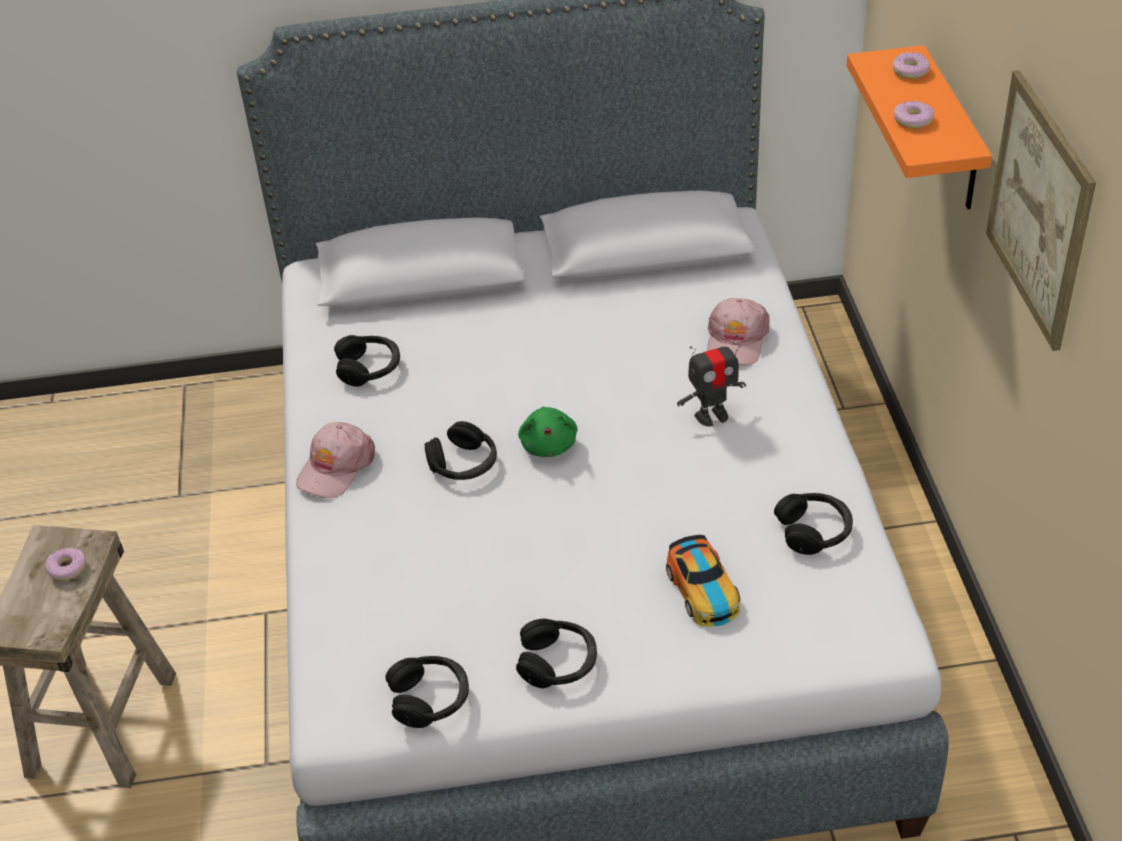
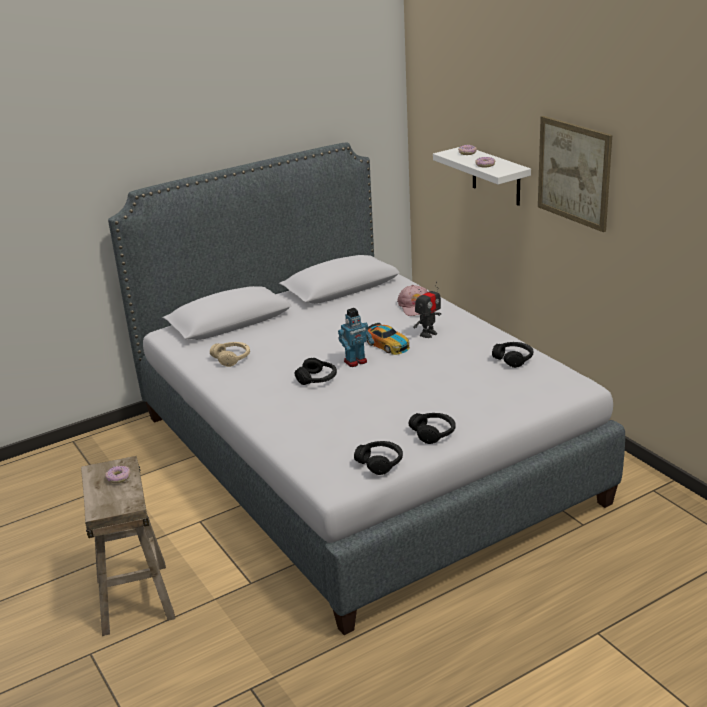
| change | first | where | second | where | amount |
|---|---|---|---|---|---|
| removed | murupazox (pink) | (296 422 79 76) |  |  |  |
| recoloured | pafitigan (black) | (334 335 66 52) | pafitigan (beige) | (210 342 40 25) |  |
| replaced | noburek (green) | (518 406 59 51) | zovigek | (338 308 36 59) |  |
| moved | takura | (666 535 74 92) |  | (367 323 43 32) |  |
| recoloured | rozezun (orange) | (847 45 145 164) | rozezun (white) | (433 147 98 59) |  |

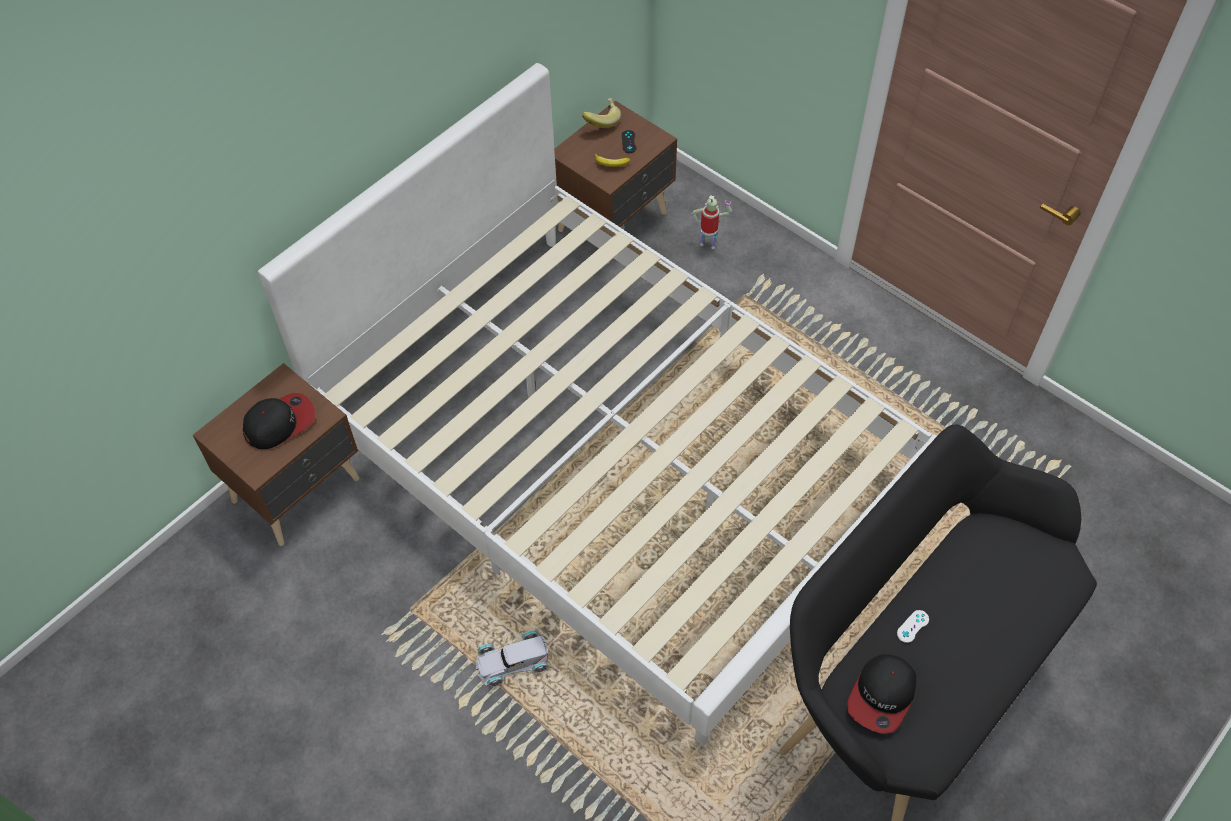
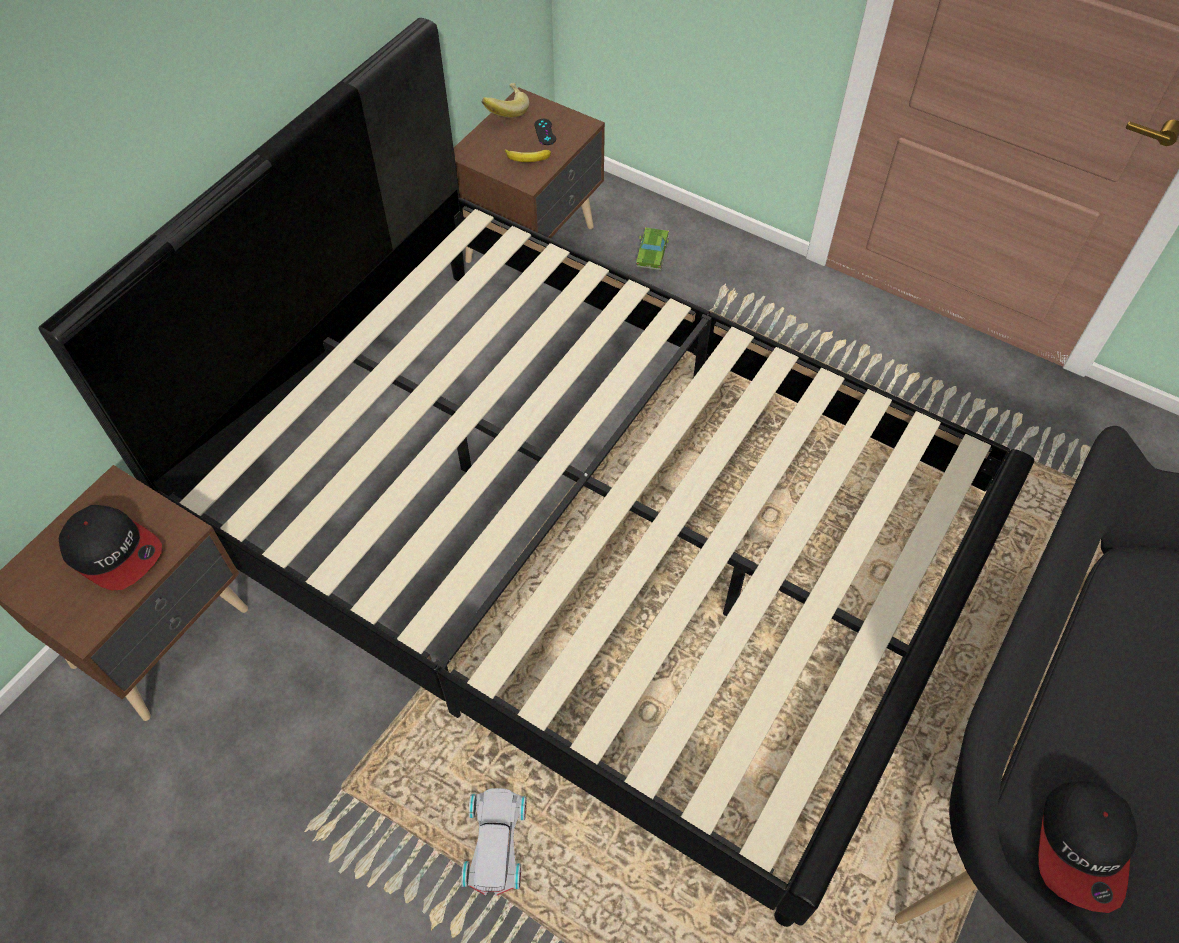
| change | first | where | second | where | amount |
|---|---|---|---|---|---|
| turned | murupazox | (243 393 72 56) |  | (59 505 103 86) | 75 degrees clockwise |
| recoloured | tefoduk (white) | (258 63 679 682) | tefoduk (black) | (38 18 996 909) |  |
| turned | takura (white) | (476 630 73 57) |  | (461 788 65 108) | 120 degrees clockwise |
| replaced | zovigek | (691 195 41 54) | takura (green) | (636 227 33 43) |  |
| removed | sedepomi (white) | (897 610 32 33) |  |  |  |

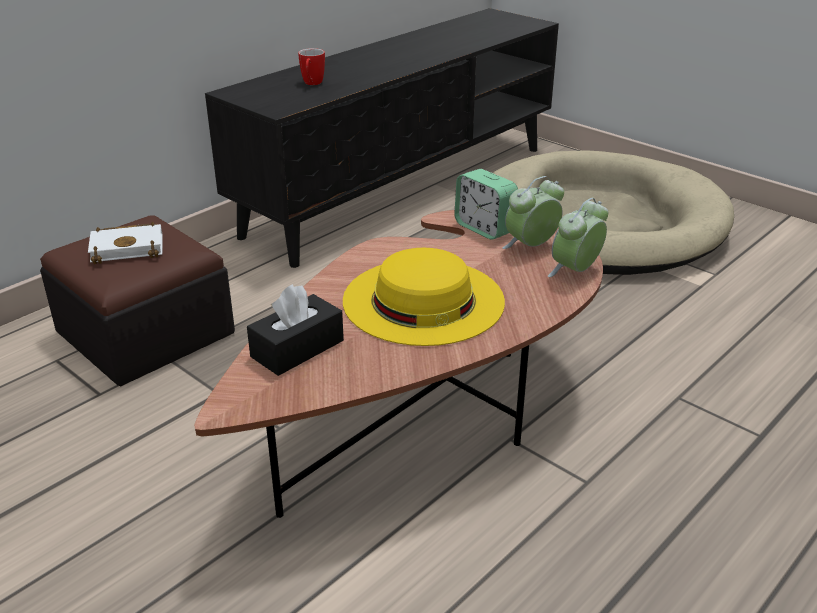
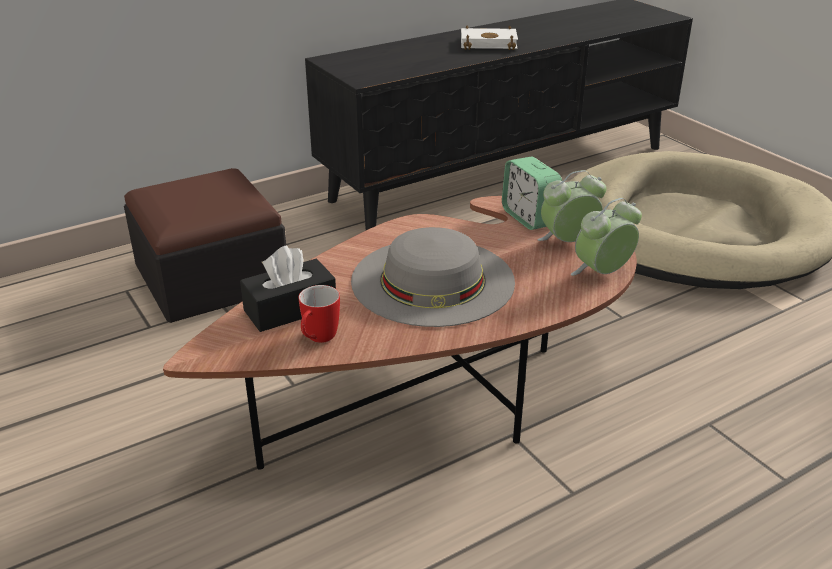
| change | first | where | second | where | amount |
|---|---|---|---|---|---|
| moved | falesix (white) | (88 222 74 42) |  | (461 25 57 25) |  |
| moved | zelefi | (298 48 27 37) |  | (298 285 42 58) |  |
| recoloured | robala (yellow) | (343 248 162 98) | robala (grey) | (351 227 164 100) |  |

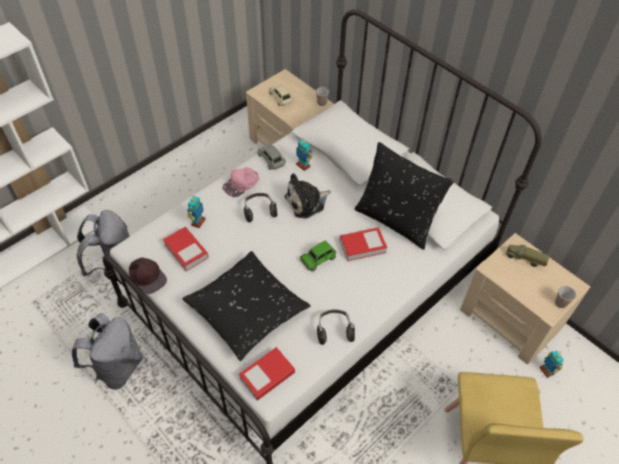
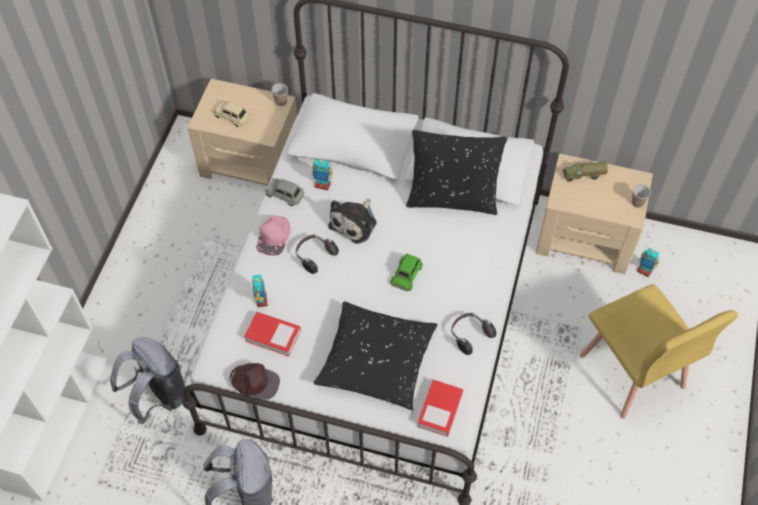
| change | first | where | second | where | amount |
|---|---|---|---|---|---|
| removed | falesix | (340 227 47 34) |  |  |  |

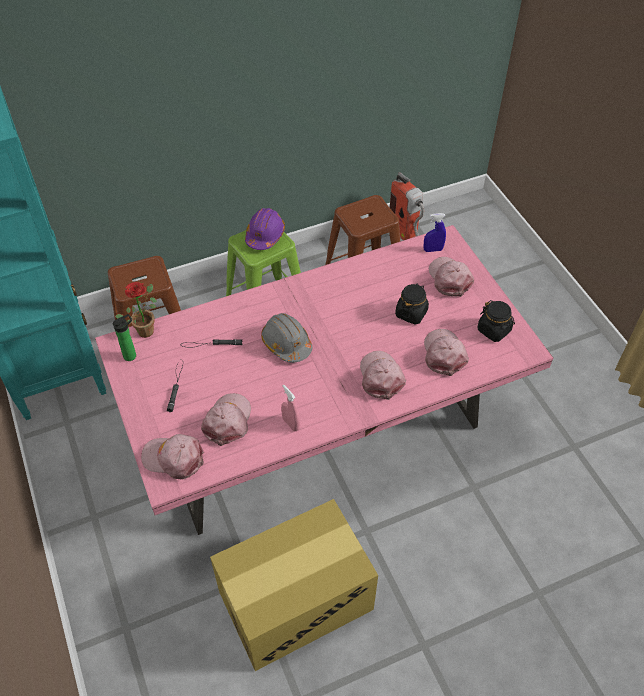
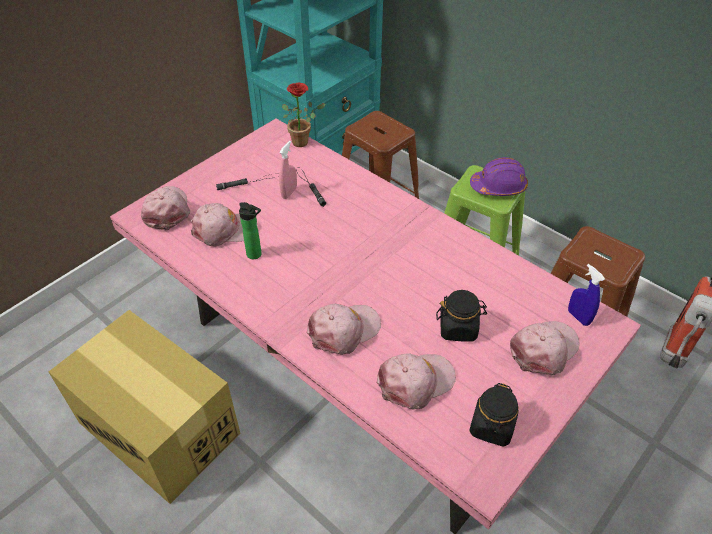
| change | first | where | second | where | amount |
|---|---|---|---|---|---|
| moved | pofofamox | (112 314 24 47) |  | (239 202 23 57) |  |
| removed | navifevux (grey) | (261 313 51 50) |  |  |  |
| moved | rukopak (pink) | (281 385 19 46) |  | (279 141 18 58) |  |

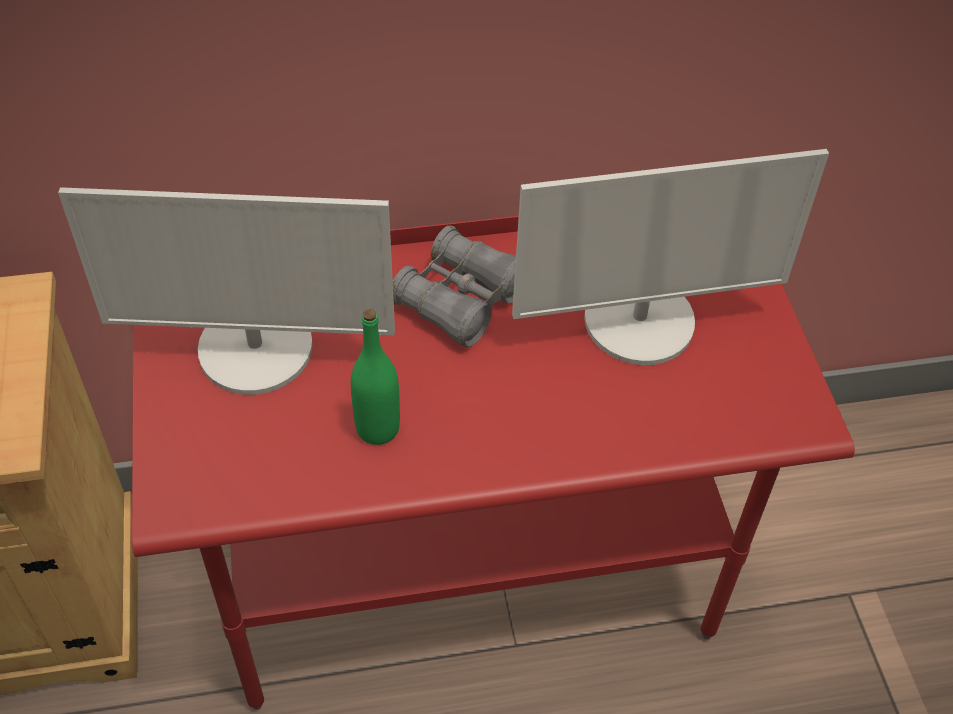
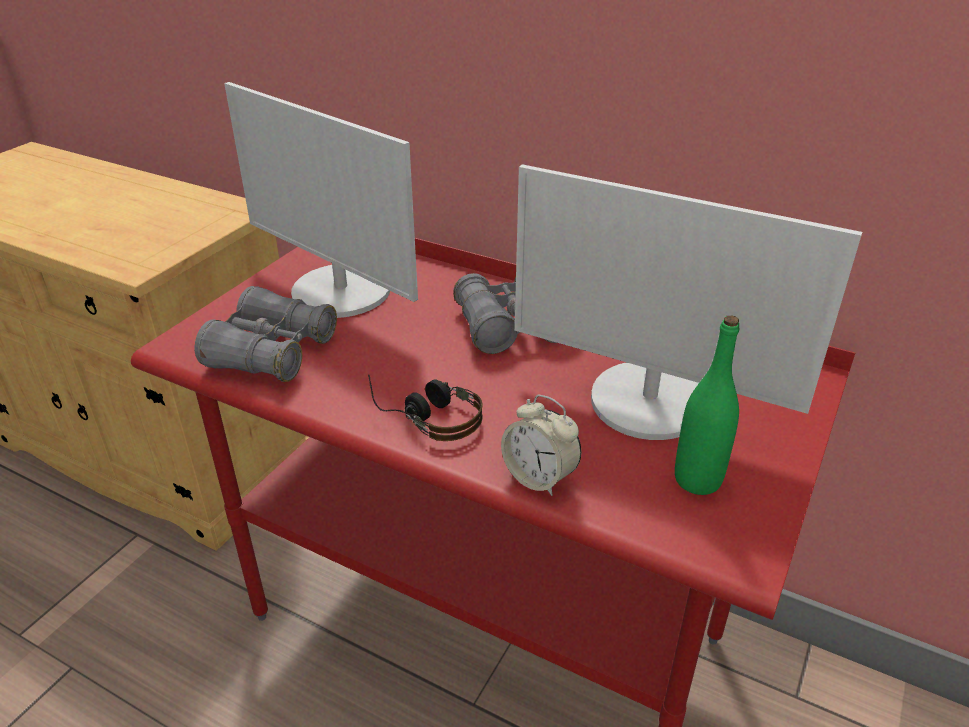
| change | first | where | second | where | amount |
|---|---|---|---|---|---|
| moved | pofofamox (green) | (351 309 49 136) |  | (675 315 65 180) |  |
| added |  |  | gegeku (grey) | (195 286 142 96) |  |
| added |  |  | pafitigan | (368 374 115 67) |  |
| added |  |  | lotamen | (501 395 80 101) |  |

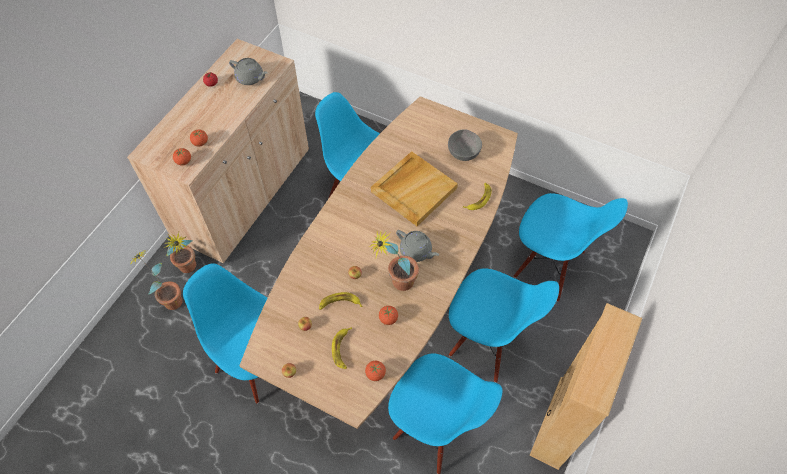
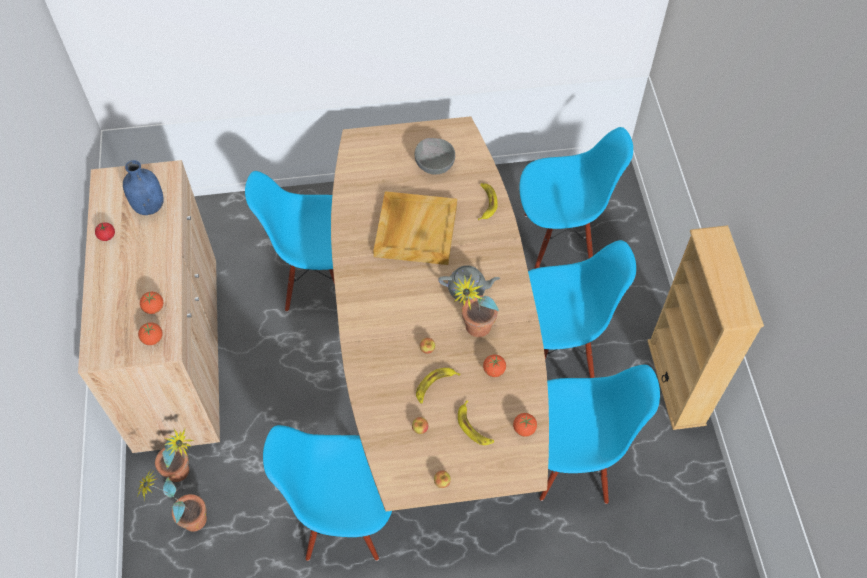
| change | first | where | second | where | amount |
|---|---|---|---|---|---|
| replaced | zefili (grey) | (229 58 39 27) | pofofamox (blue) | (123 160 41 55) |  |

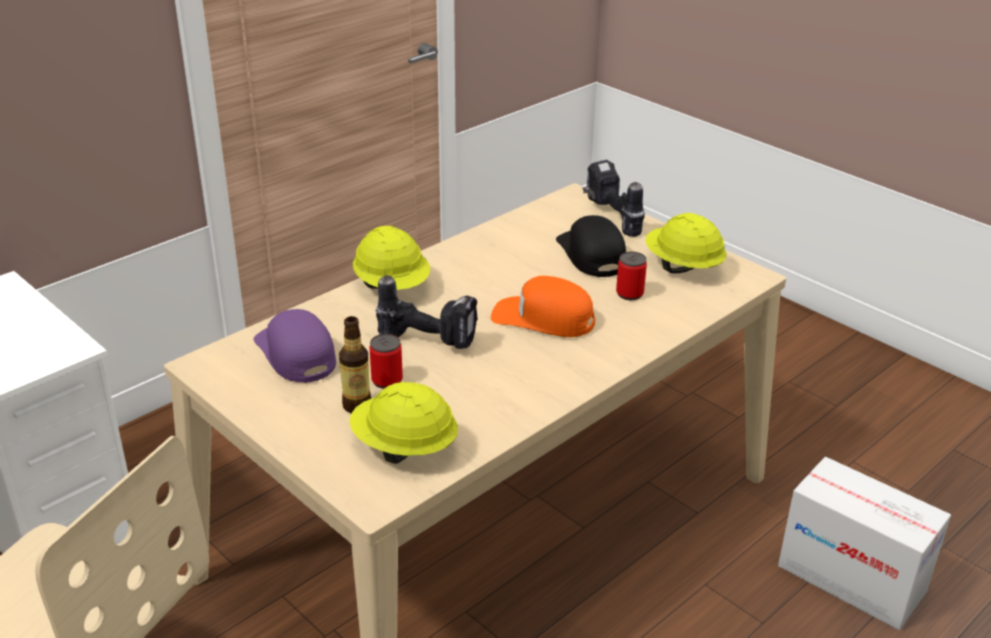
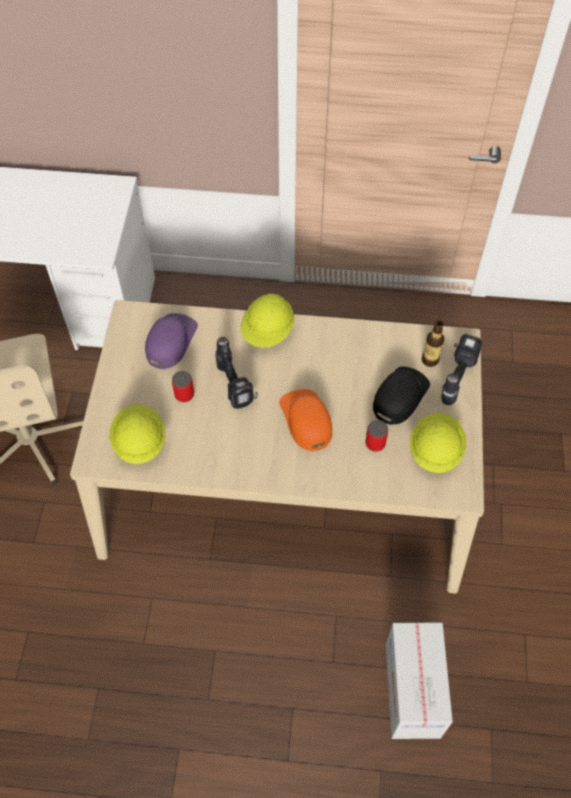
| change | first | where | second | where | amount |
|---|---|---|---|---|---|
| moved | pofofamox | (339 316 32 97) |  | (422 320 22 47) |  |

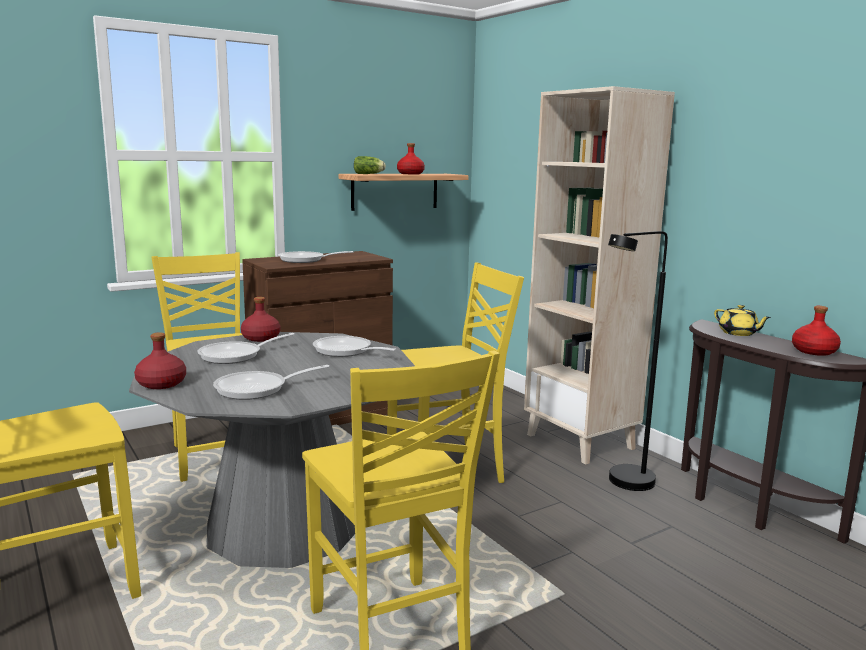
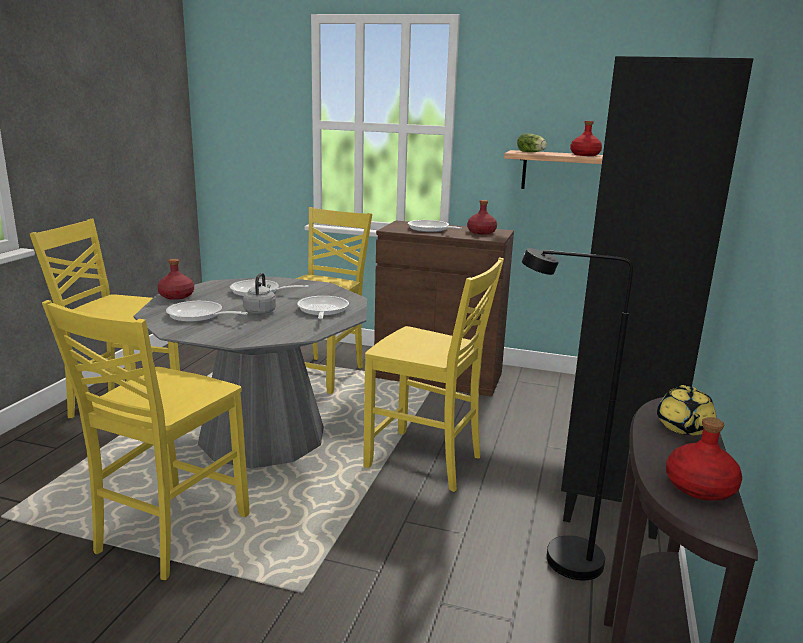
| change | first | where | second | where | amount |
|---|---|---|---|---|---|
| moved | pofofamox (red) | (241 297 39 45) |  | (467 200 30 34) |  |
| recoloured | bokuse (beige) | (524 86 151 379) | bokuse (black) | (561 56 193 483) |  |
| added |  |  | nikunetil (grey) | (243 273 33 42) |  |

